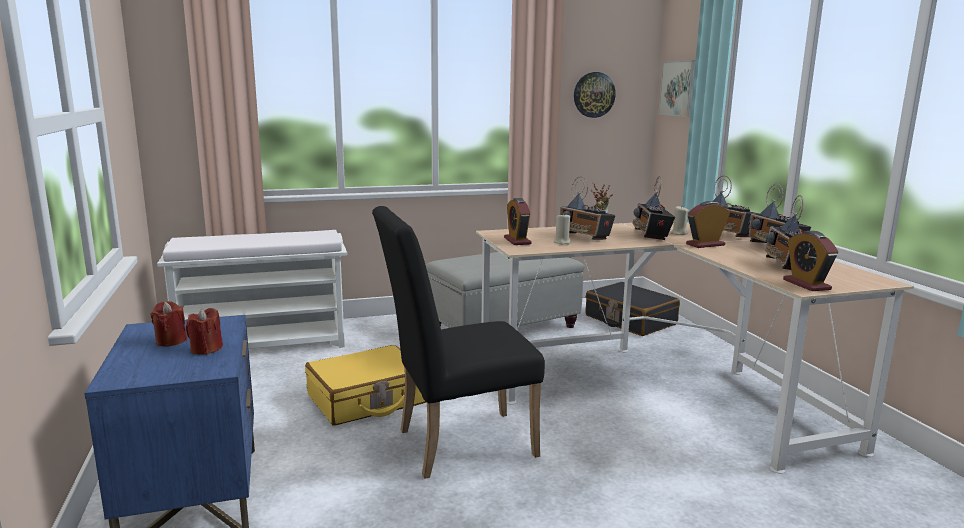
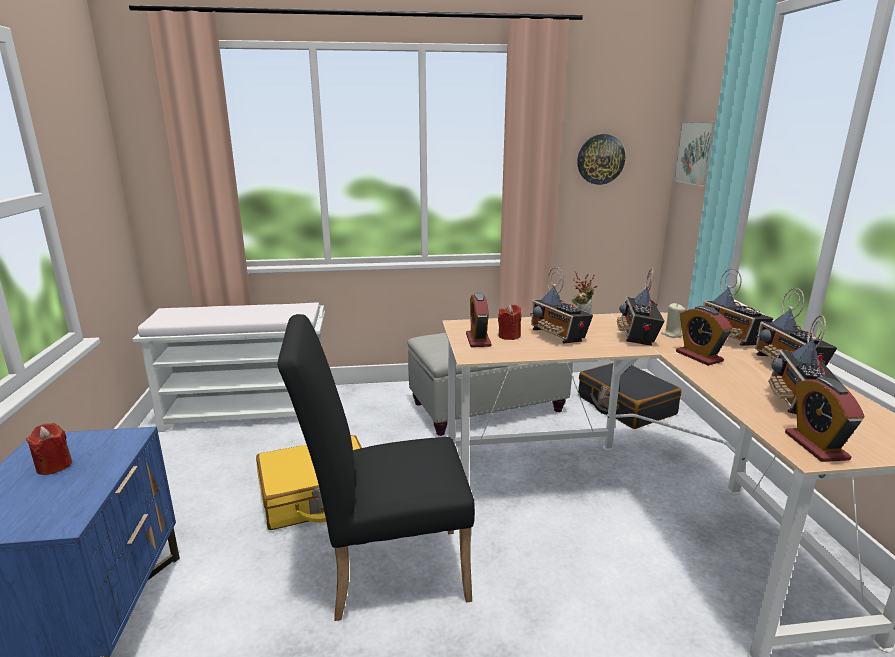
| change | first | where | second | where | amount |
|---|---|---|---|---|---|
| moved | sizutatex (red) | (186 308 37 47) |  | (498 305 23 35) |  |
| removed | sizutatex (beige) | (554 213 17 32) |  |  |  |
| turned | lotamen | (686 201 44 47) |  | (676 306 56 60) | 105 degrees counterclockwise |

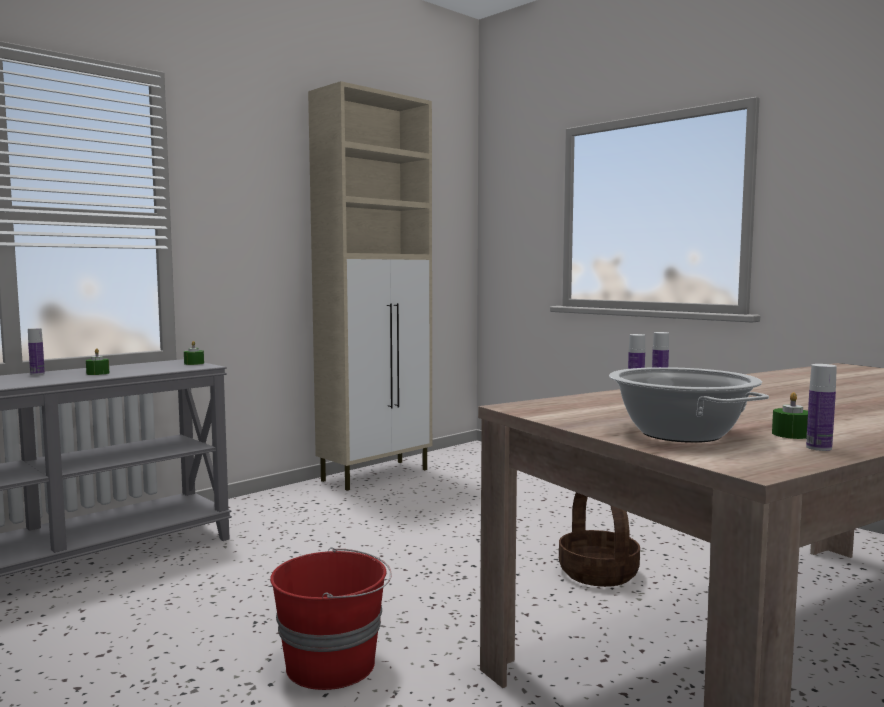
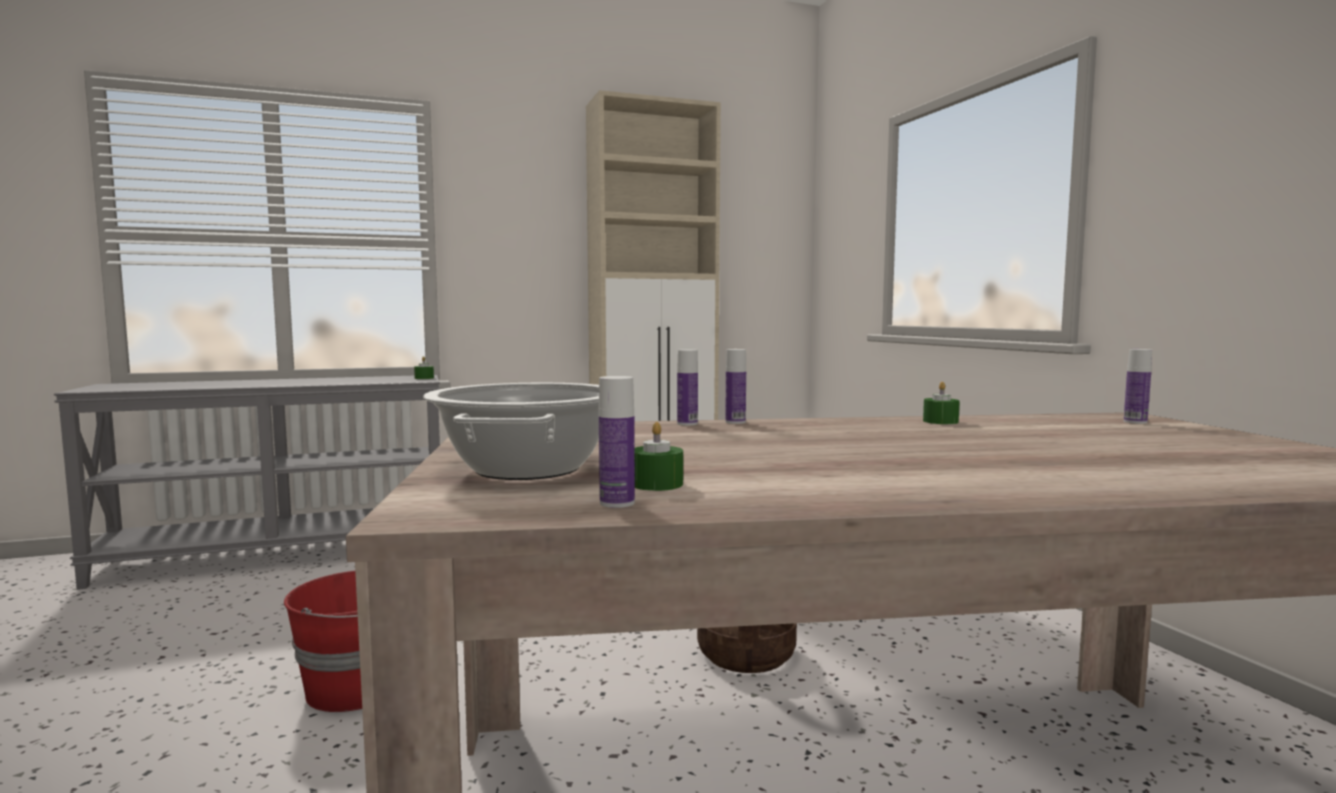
| change | first | where | second | where | amount |
|---|---|---|---|---|---|
| moved | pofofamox | (28 328 17 47) |  | (1124 349 28 75) |  |
| moved | sizutatex (green) | (86 348 23 27) |  | (923 382 37 42) |  |

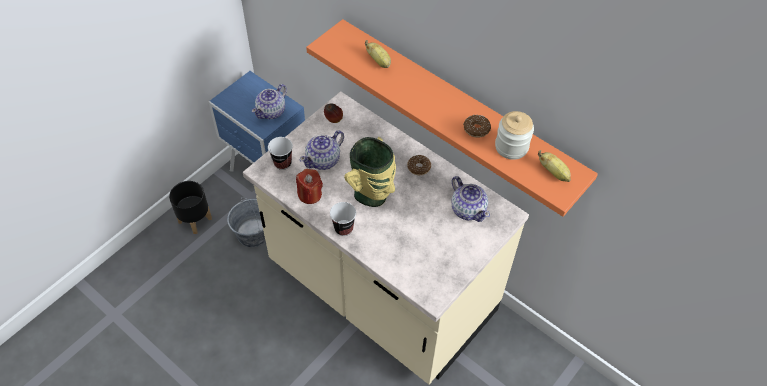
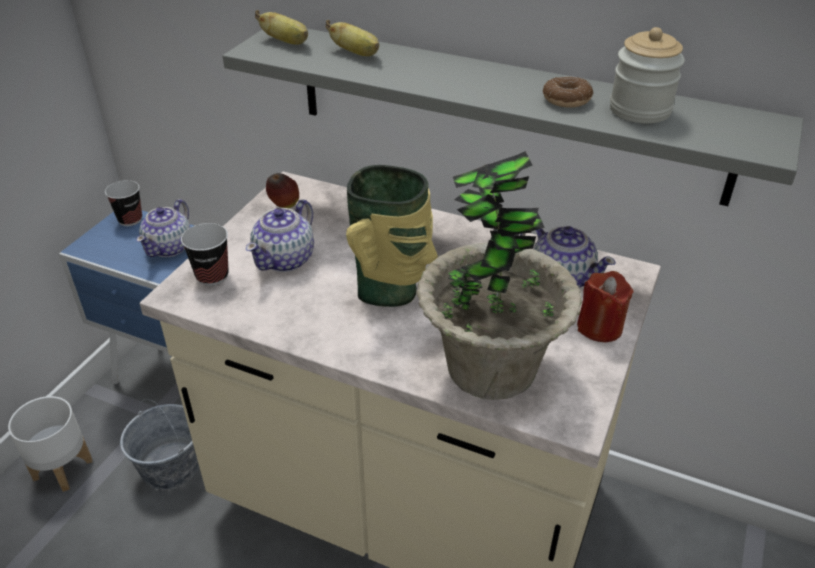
| change | first | where | second | where | amount |
|---|---|---|---|---|---|
| recoloured | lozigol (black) | (169 181 43 53) | lozigol (white) | (8 396 85 96) |  |
| moved | sizutatex (red) | (296 169 27 35) |  | (577 271 57 71) |  |
| recoloured | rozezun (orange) | (306 19 292 198) | rozezun (grey) | (223 29 580 177) |  |
| moved | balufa | (330 202 26 34) |  | (105 180 37 46) |  |
| removed | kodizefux | (407 155 24 20) |  |  |  |
| moved | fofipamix | (538 150 33 32) |  | (255 10 53 35) |  |
| added |  |  | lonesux | (417 151 165 249) |  |

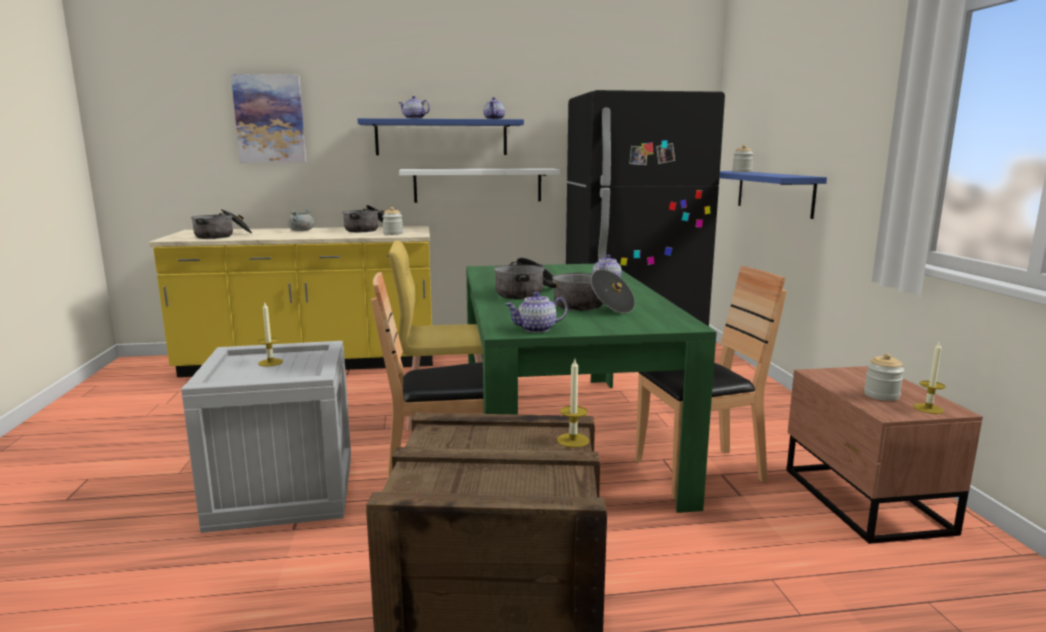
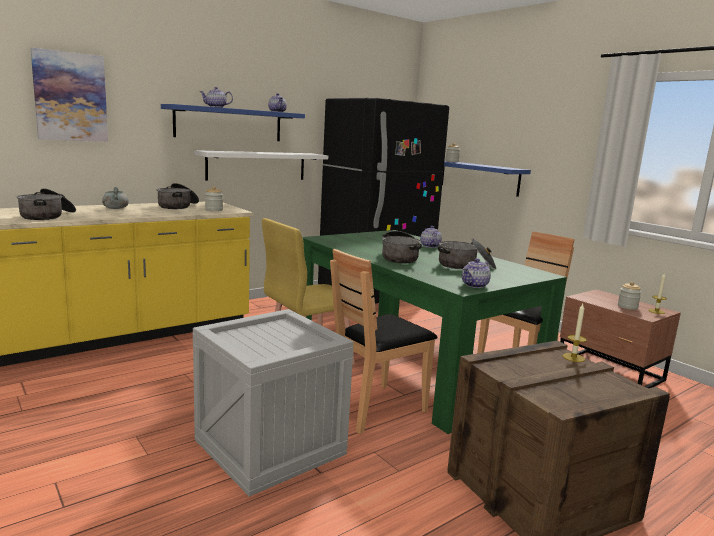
| change | first | where | second | where | amount |
|---|---|---|---|---|---|
| removed | sizutatex | (258 303 25 63) |  |  |  |

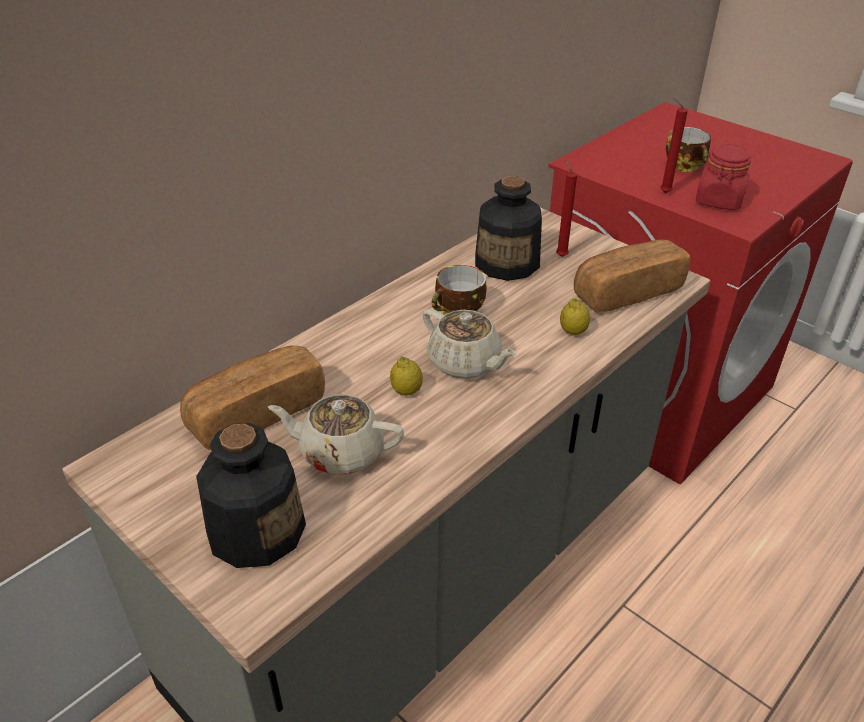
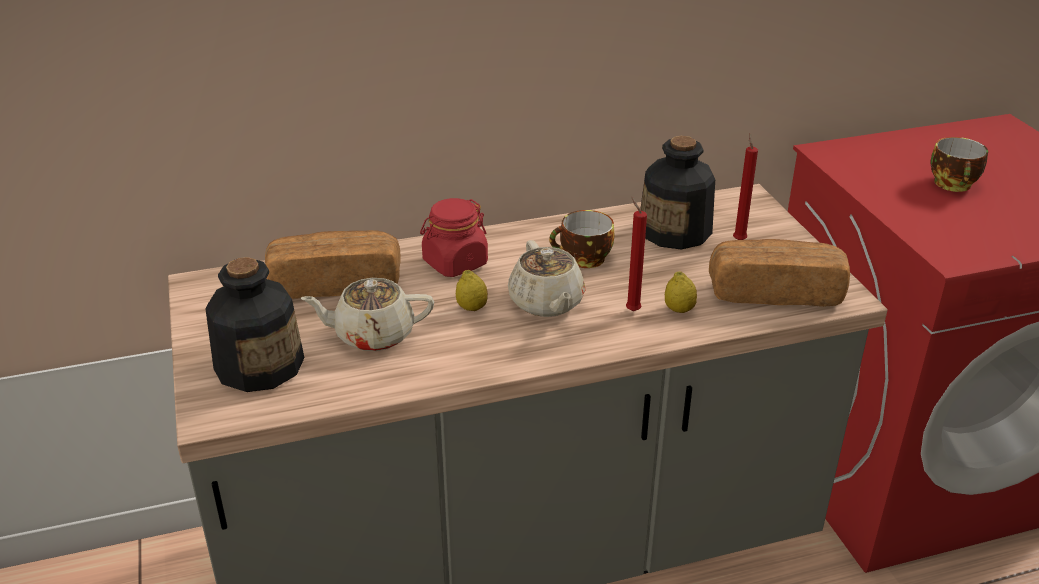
| change | first | where | second | where | amount |
|---|---|---|---|---|---|
| turned | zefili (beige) | (268 394 136 80) |  | (300 278 134 73) | 45 degrees counterclockwise |
| moved | sizutatex (red) | (660 98 28 95) |  | (626 197 21 114) |  |
| moved | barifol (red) | (696 143 55 67) |  | (420 198 68 79) |  |

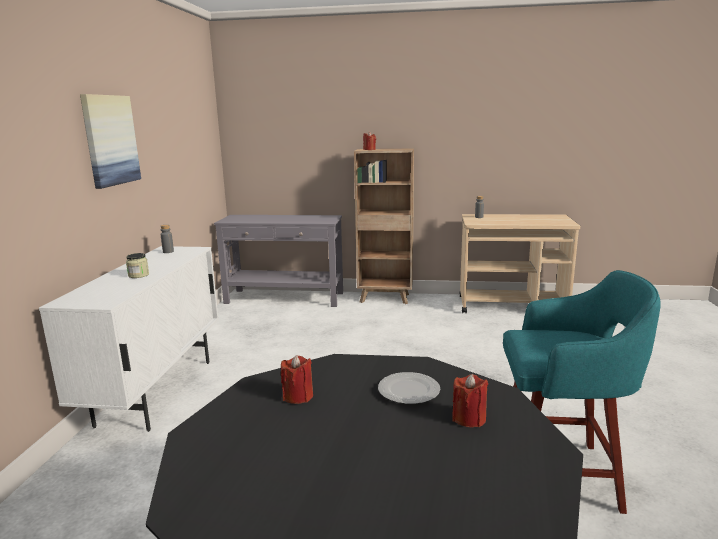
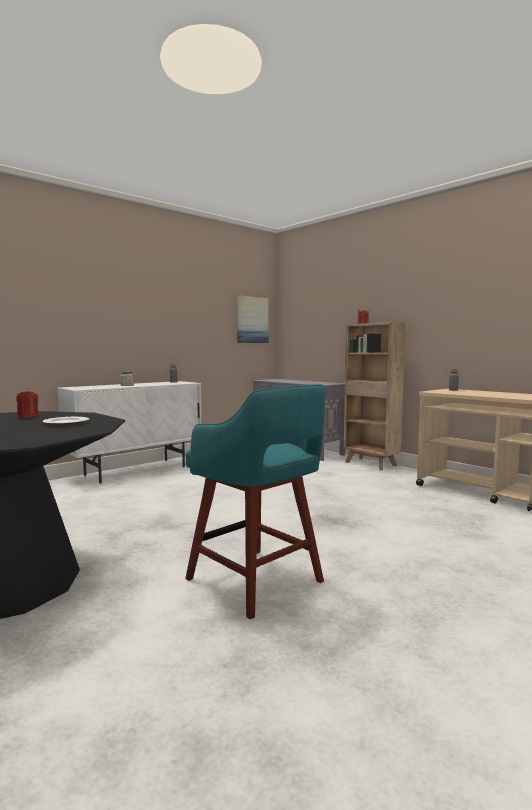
| change | first | where | second | where | amount |
|---|---|---|---|---|---|
| moved | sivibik | (80 94 61 95) |  | (237 296 32 47) |  |
| removed | sizutatex (red) | (452 374 36 53) |  |  |  |

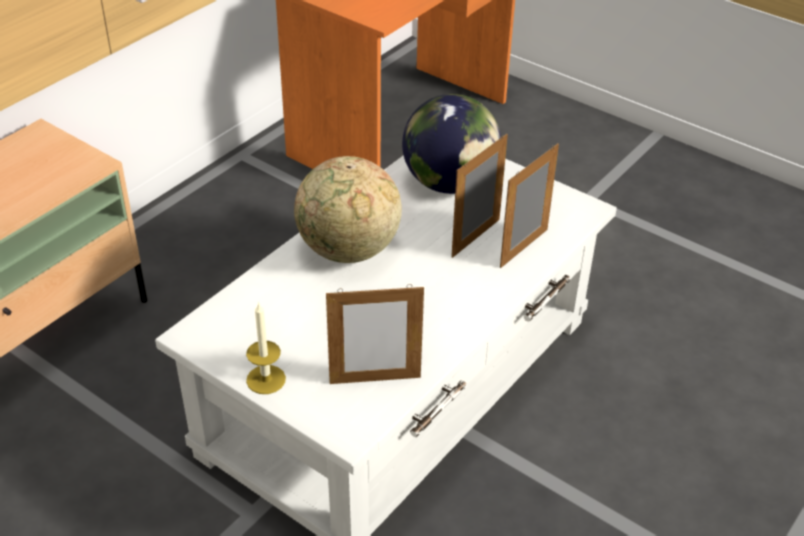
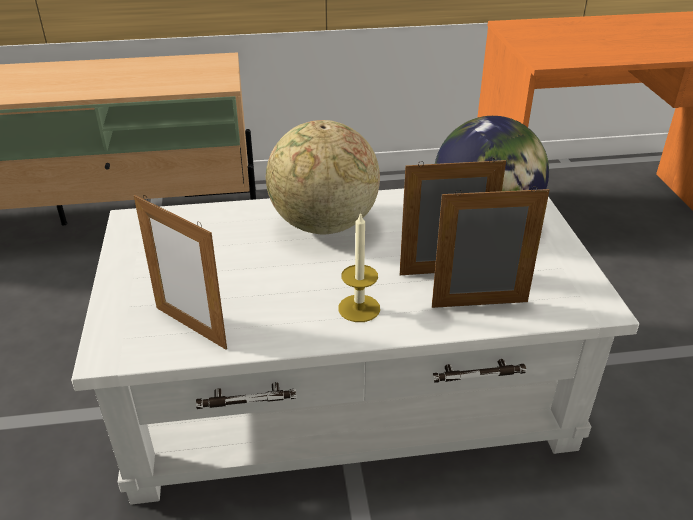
| change | first | where | second | where | amount |
|---|---|---|---|---|---|
| moved | sizutatex | (246 302 40 92) |  | (338 212 42 110) |  |

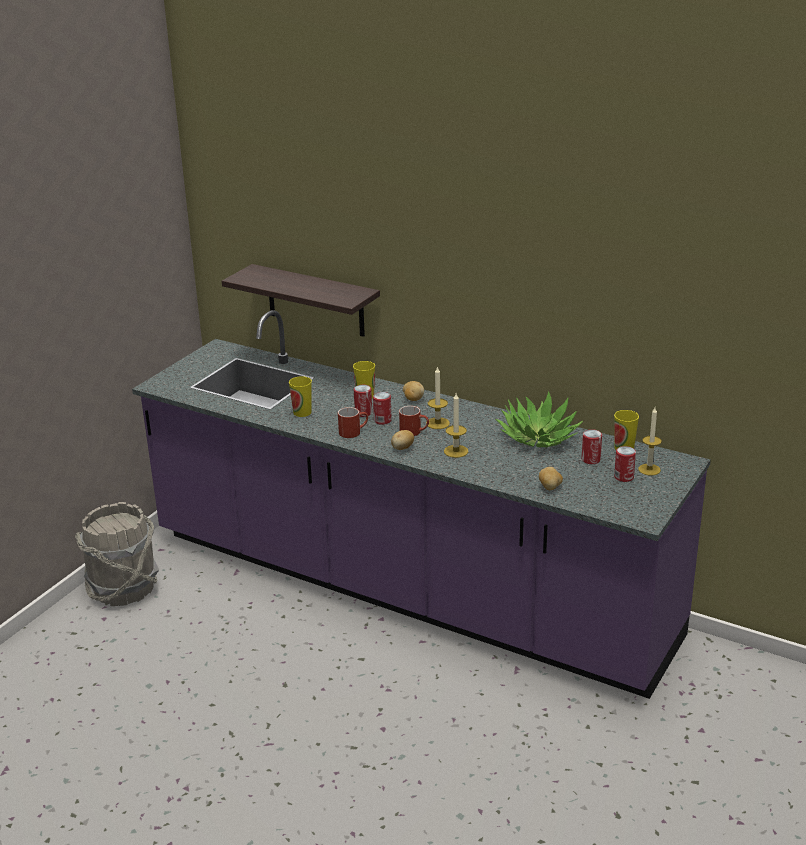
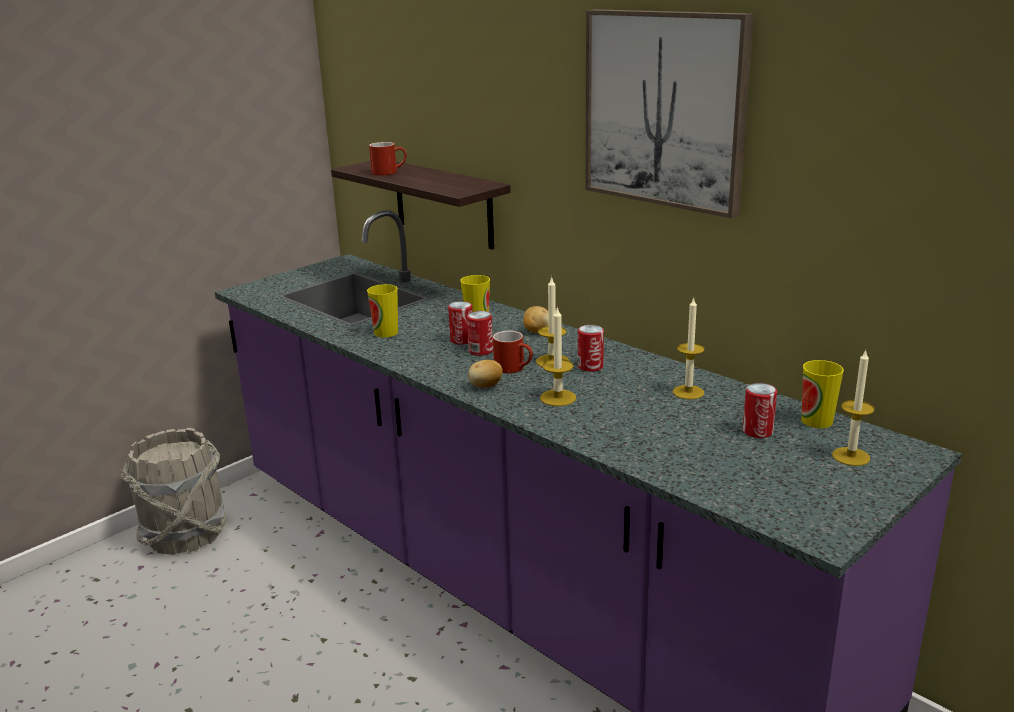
| change | first | where | second | where | amount |
|---|---|---|---|---|---|
| moved | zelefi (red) | (338 407 30 31) |  | (369 142 38 34) |  |
| replaced | lonesux | (495 391 88 56) | sizutatex | (673 297 32 102) |  |
| removed | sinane | (539 467 24 23) |  |  |  |
| moved | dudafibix | (614 446 22 36) |  | (578 325 26 47) |  |
| added |  |  | sivibik | (585 9 169 209) |  |

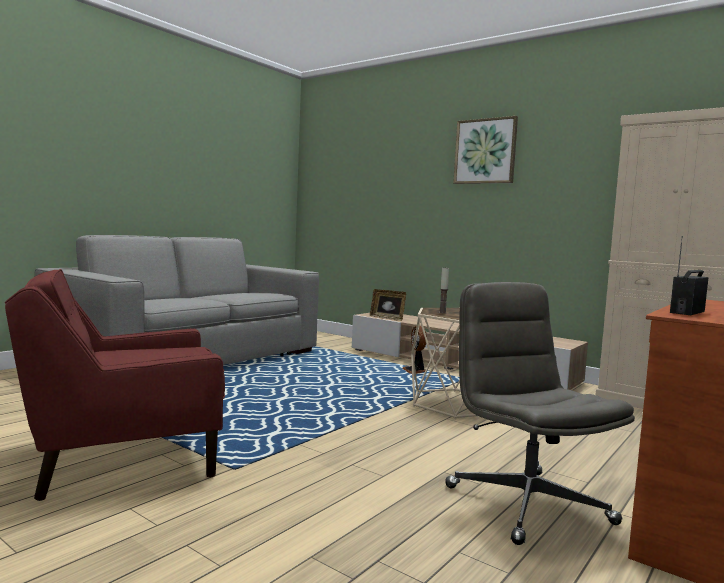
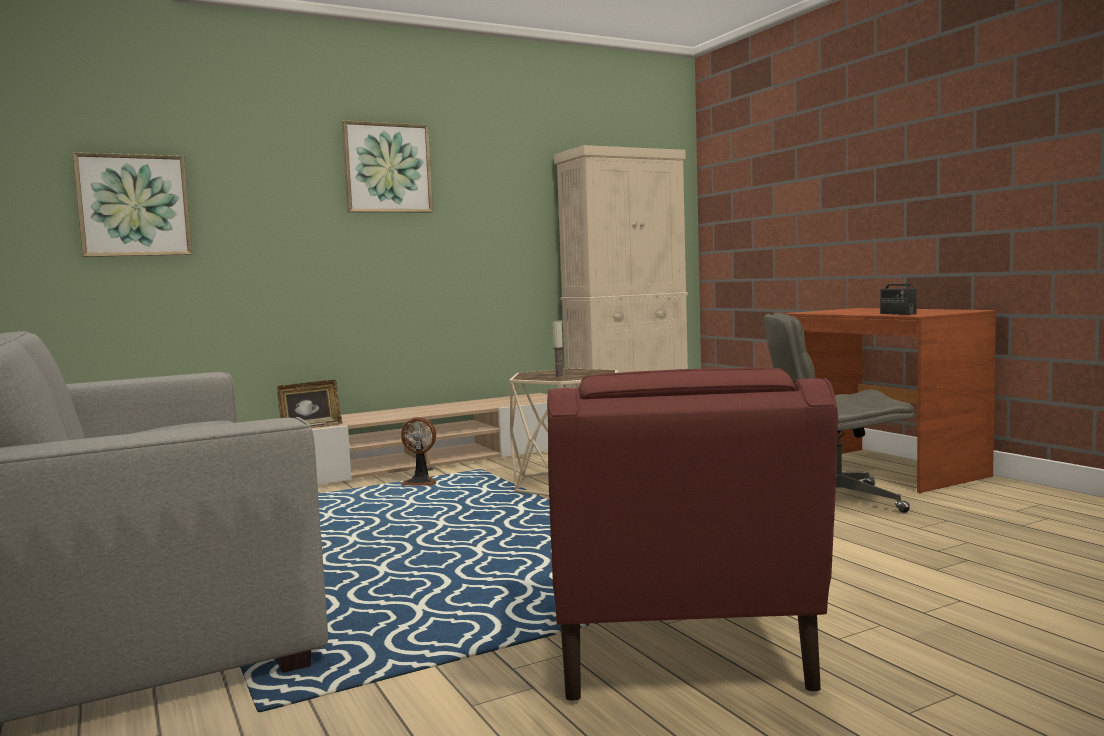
| change | first | where | second | where | amount |
|---|---|---|---|---|---|
| added |  |  | sivibik | (72 152 120 105) |  |

